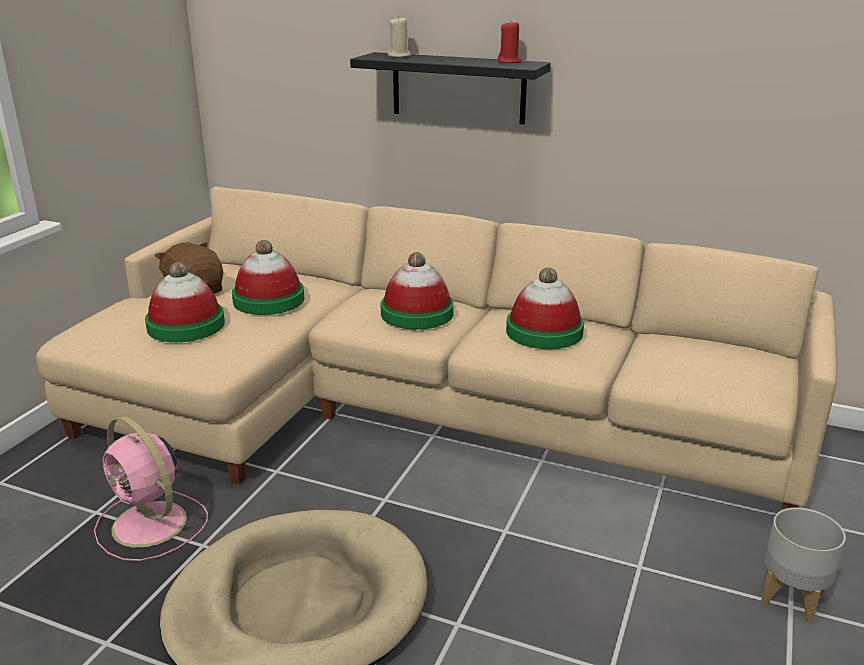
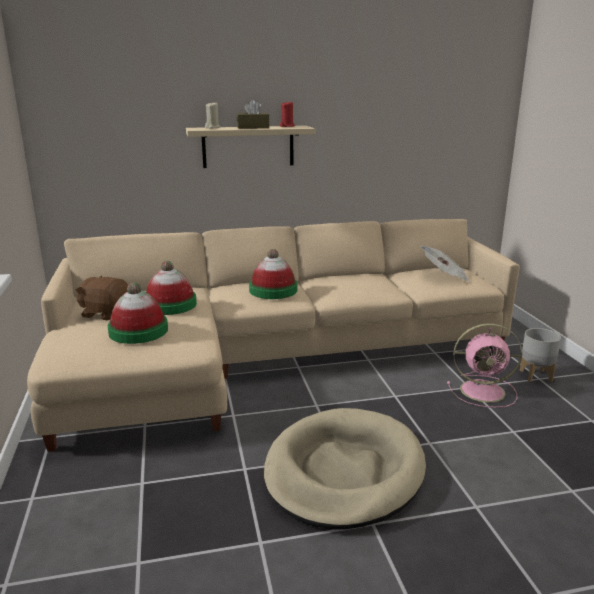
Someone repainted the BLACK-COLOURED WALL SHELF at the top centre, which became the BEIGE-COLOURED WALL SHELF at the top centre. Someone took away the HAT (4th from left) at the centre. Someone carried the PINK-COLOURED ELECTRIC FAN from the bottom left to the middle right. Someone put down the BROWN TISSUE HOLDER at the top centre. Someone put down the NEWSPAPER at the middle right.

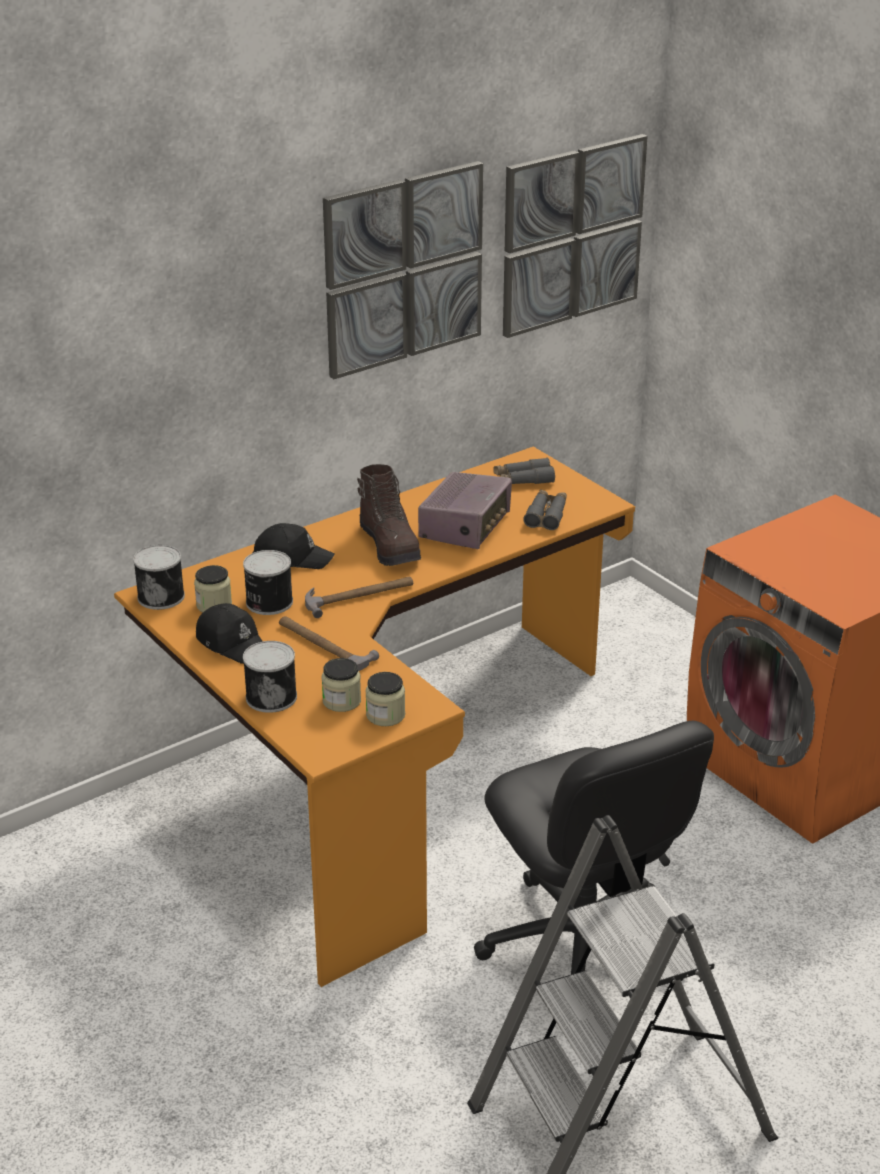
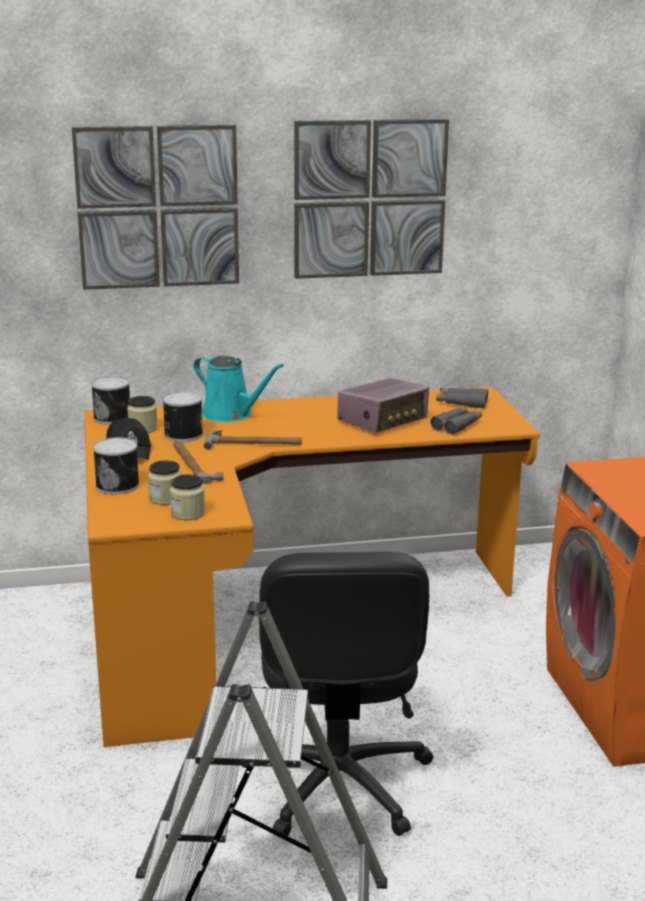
Someone carried the WALL PICTURE (2nd from left in the first image) from the top centre to the top left. Someone took away the BROWN HIGH-TOP BOOT at the centre. Someone swapped the BLACK-COLOURED BASEBALL CAP (2nd from left) at the middle left for the BLUE-GREEN SPRINKLING CAN at the centre.

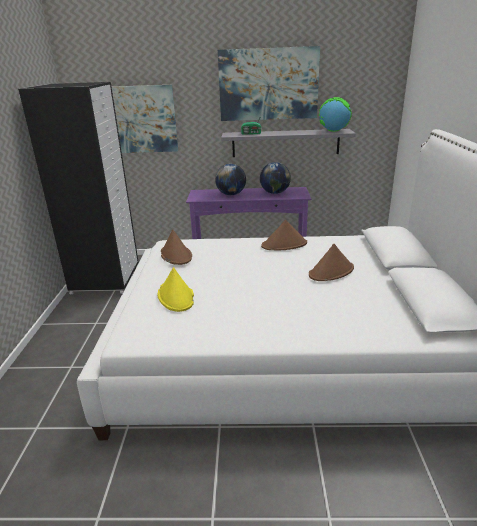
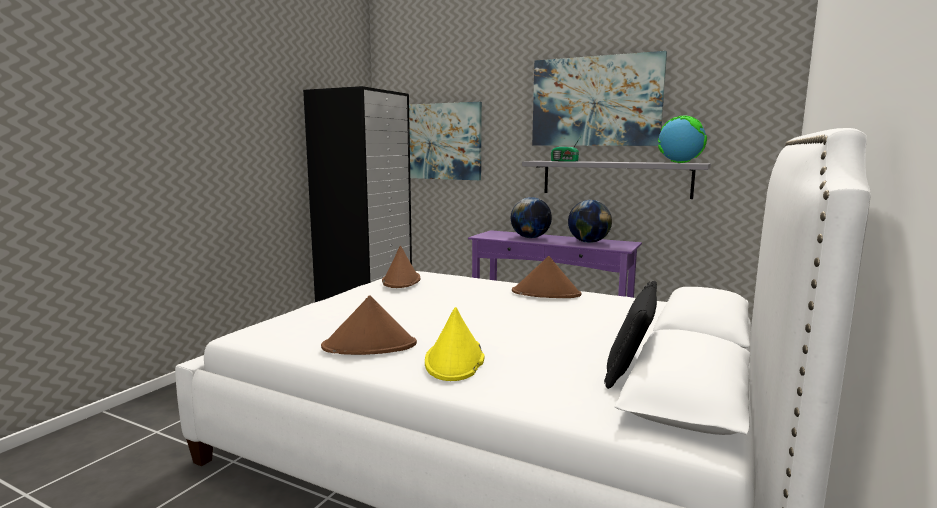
Someone carried the BROWN HAT (3rd from left in the first image) from the middle right to the centre. Someone carried the YELLOW-COLOURED HAT from the centre to the bottom centre. Someone put down the BLACK-COLOURED CUSHION at the middle right.

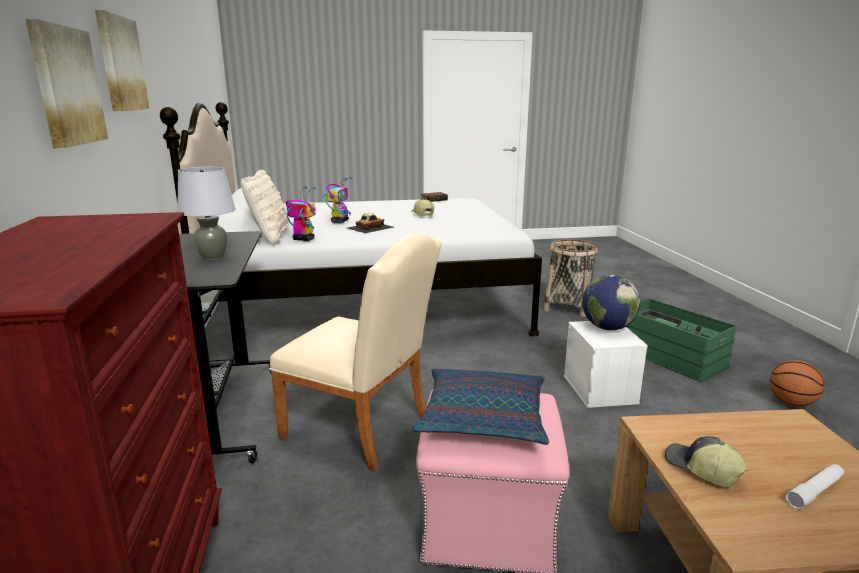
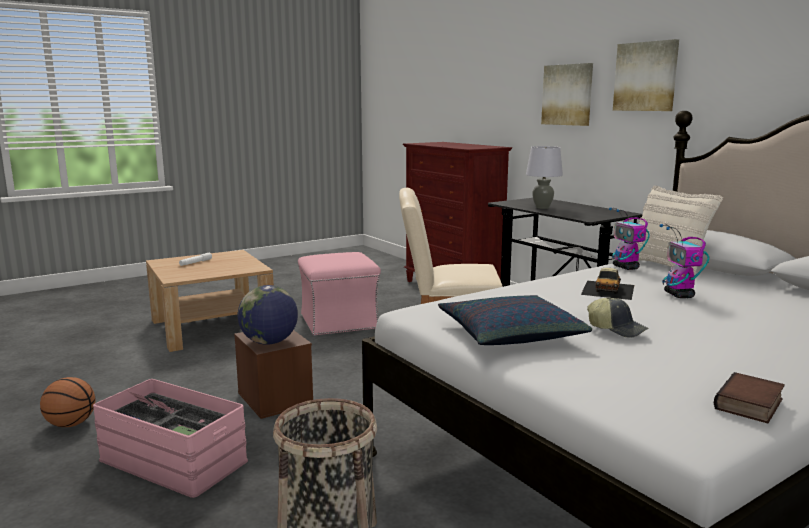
Someone rotated the ROBOT FIGURE (1st from left) at the centre by 75 degrees clockwise. Someone repainted the GREEN STORAGE CONTAINER at the middle right, which became the PINK-COLOURED STORAGE CONTAINER at the bottom left. Someone repainted the WHITISH STORAGE CONTAINER at the middle right, which became the BROWN STORAGE CONTAINER at the bottom centre. Someone carried the BLUISH CUSHION from the bottom centre to the centre. Someone took away the BASEBALL CAP (2nd from left) at the bottom right.

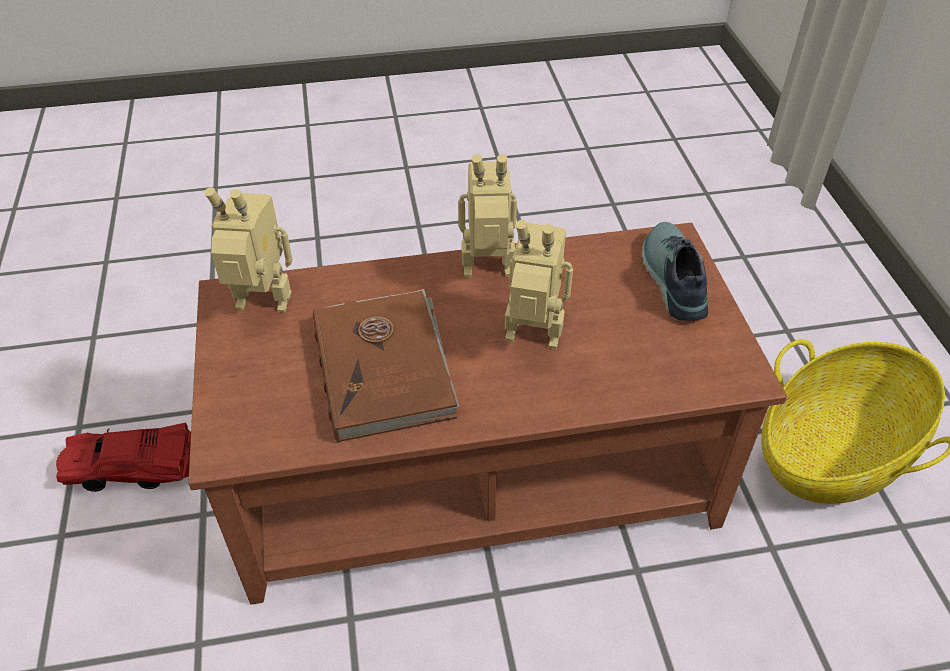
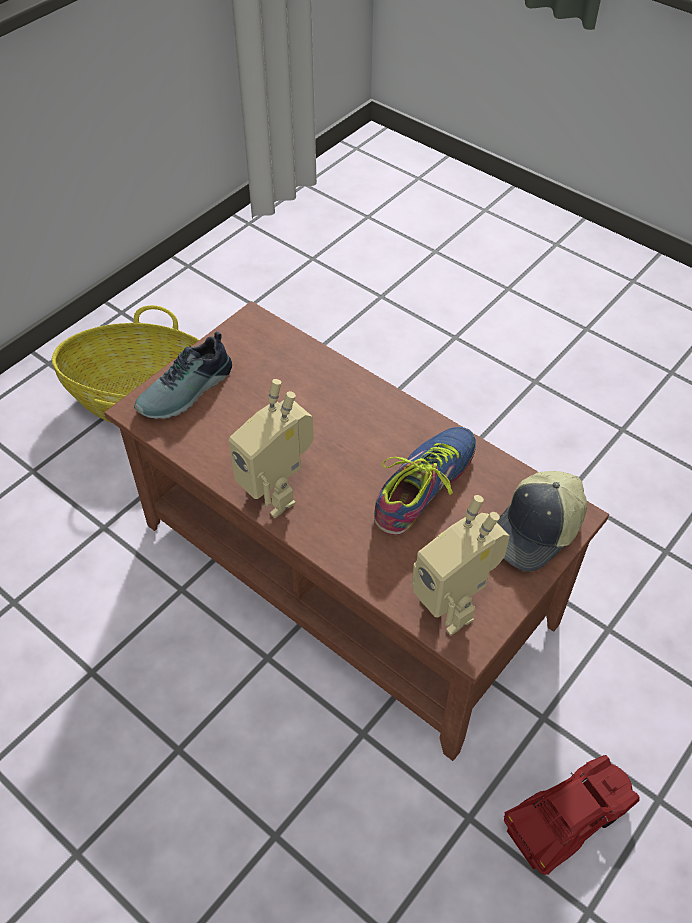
Someone took away the ROBOT FIGURE (3rd from left) at the centre. Someone swapped the BROWN BOOK at the centre for the SHOE (2nd from left) at the centre. Someone rotated the RED MODEL CAR at the bottom left by 75 degrees counterclockwise. Someone put down the BASEBALL CAP at the middle right.

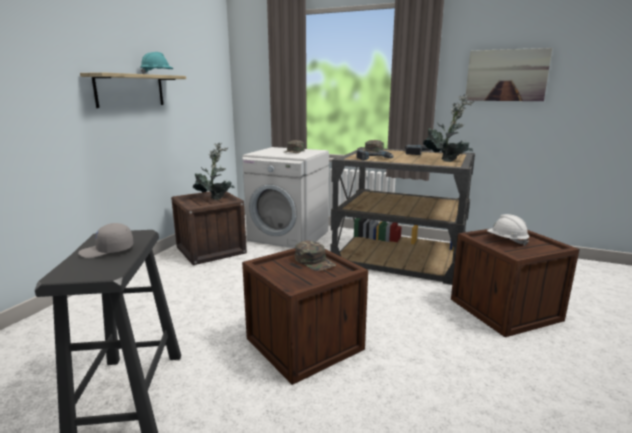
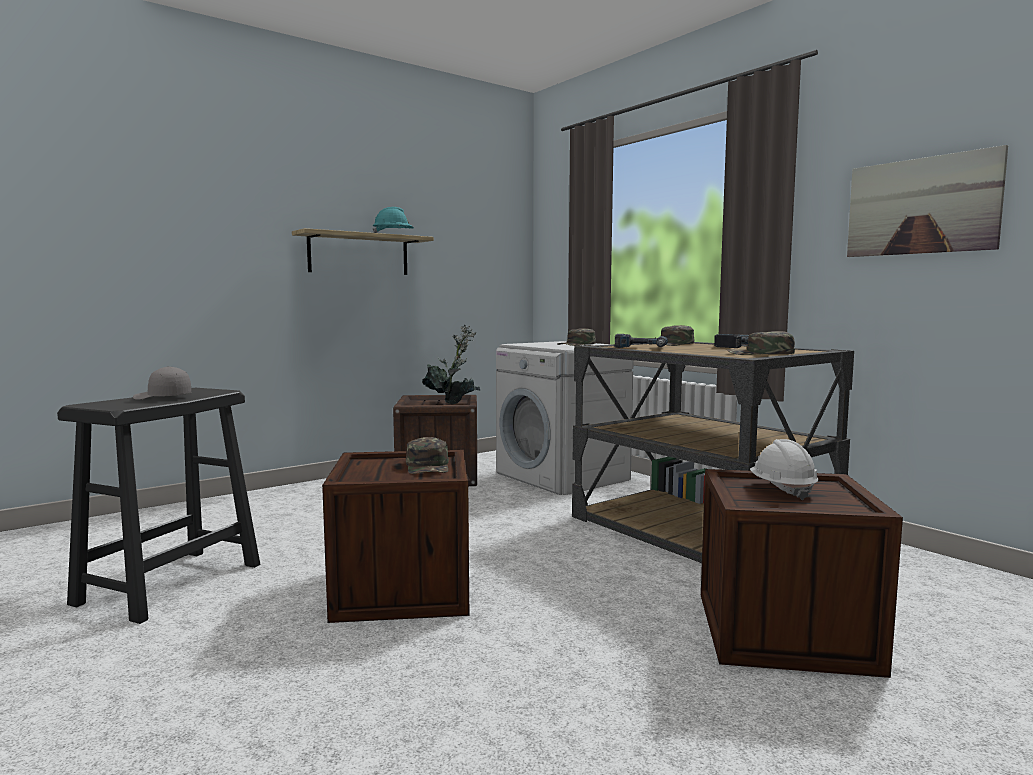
Someone swapped the PLANT IN A POT (2nd from left) at the top right for the GREEN BASEBALL CAP (4th from left) at the middle right.

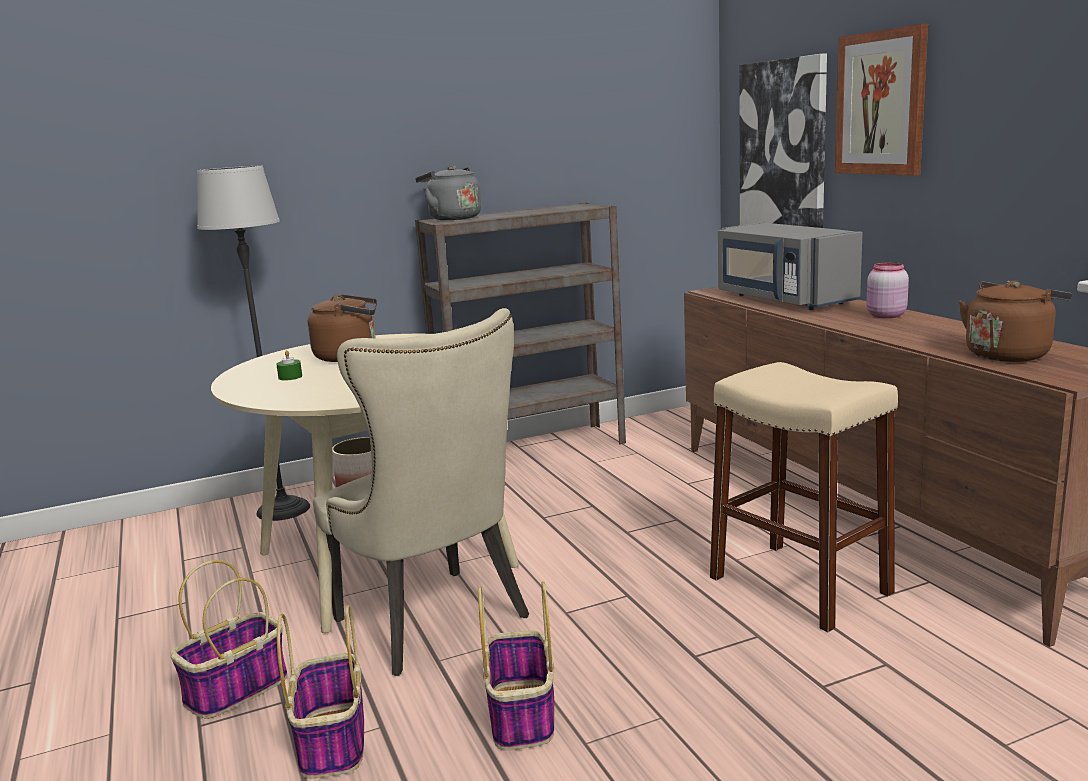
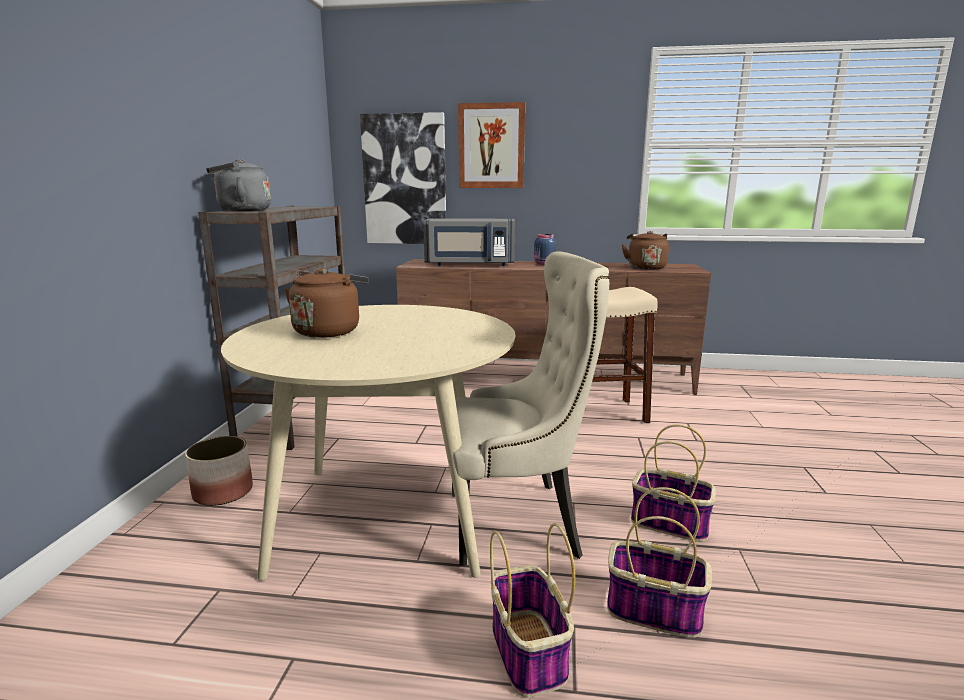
Someone took away the STANDARD LAMP at the middle left. Someone repainted the PINK-COLOURED PRESERVE JAR at the middle right, which became the BLUISH PRESERVE JAR at the centre. Someone took away the GREEN WAX CANDLE at the middle left.

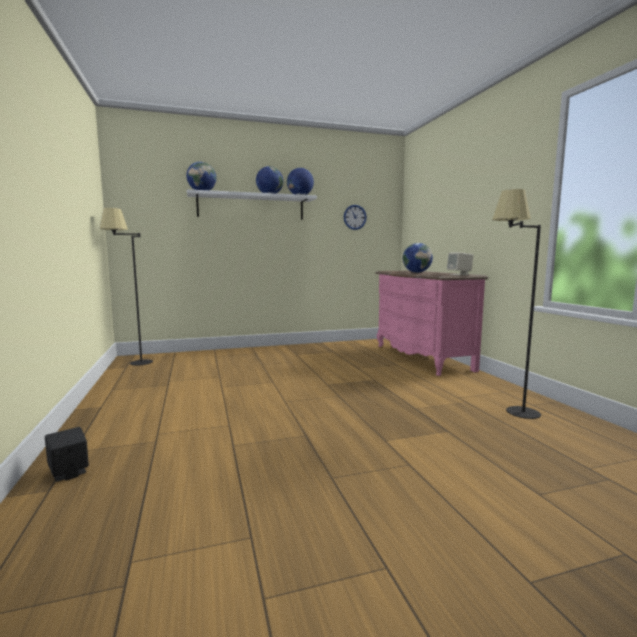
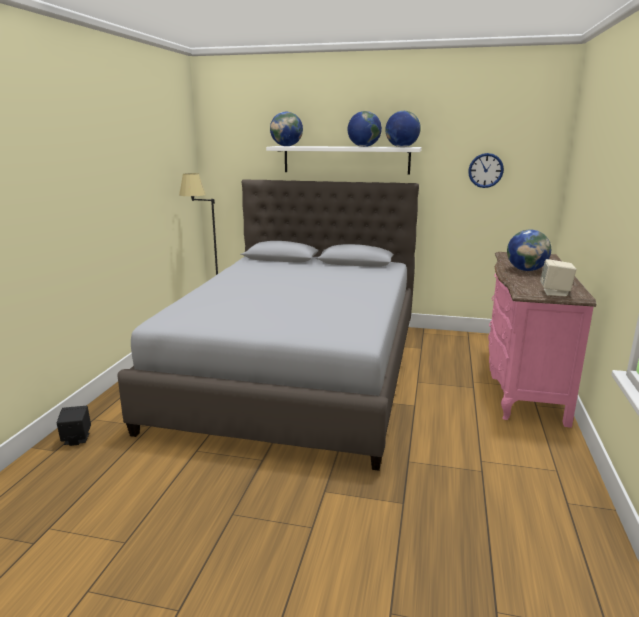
Someone took away the BLACK-COLOURED STANDARD LAMP (2nd from left) at the middle right. Someone put down the GRAY BEDROOM BED at the centre.

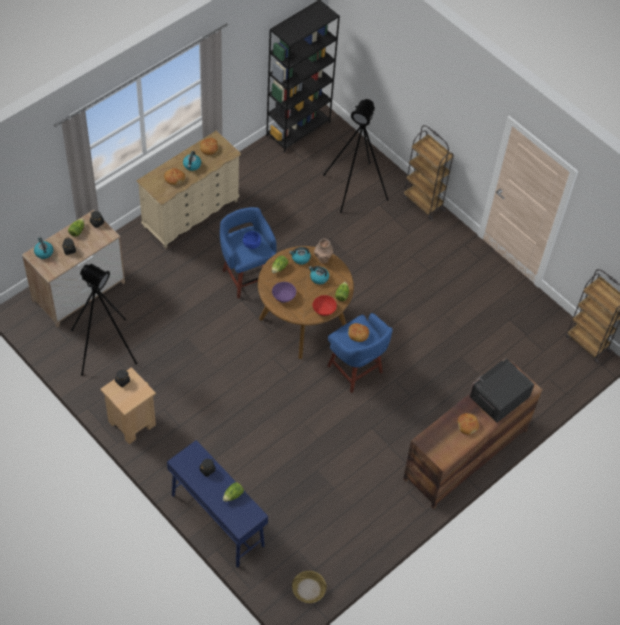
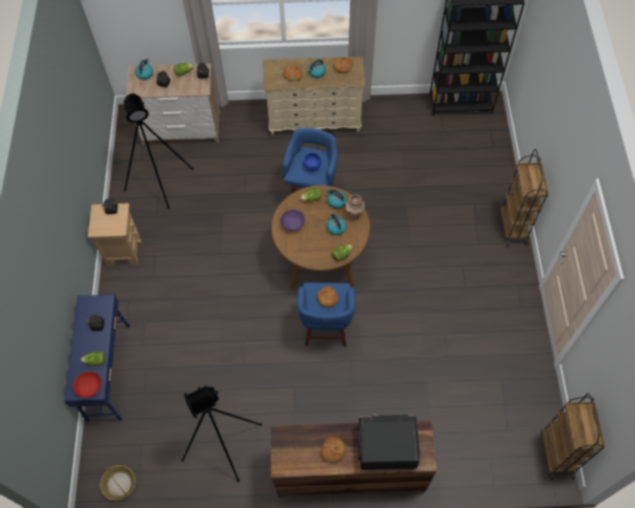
Someone carried the BLACK-COLOURED STANDARD LAMP (2nd from left) from the top centre to the bottom centre. Someone carried the RED SERVING BOWL from the centre to the bottom left.

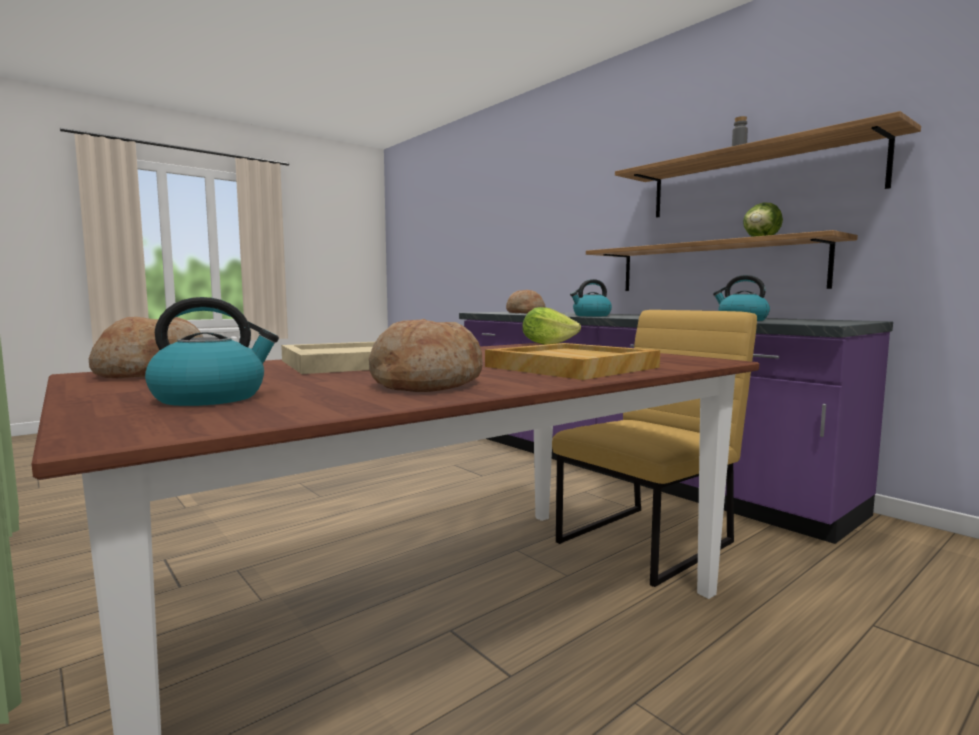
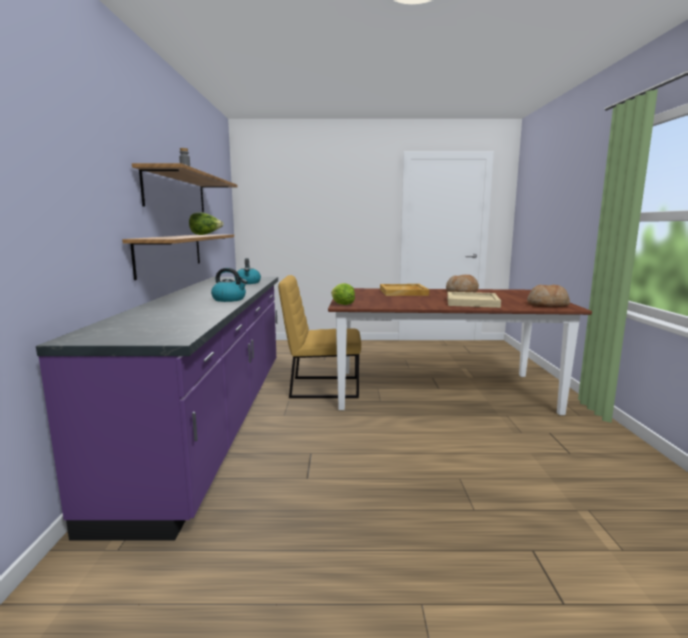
Someone took away the BAKERY BREAD (3rd from left) at the centre. Someone took away the WATER KETTLE (1st from left) at the middle left.

